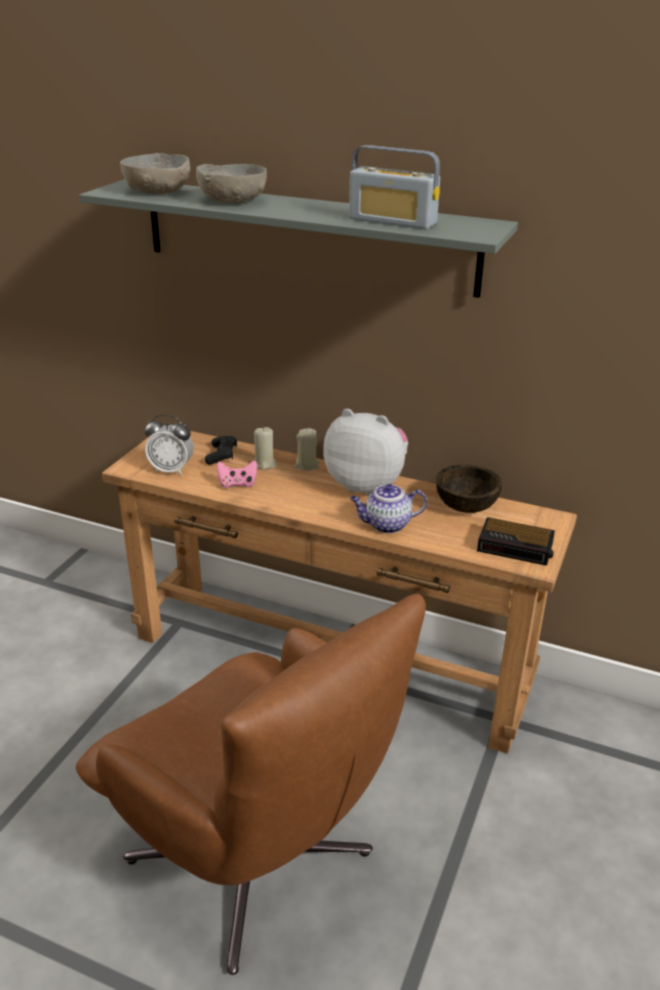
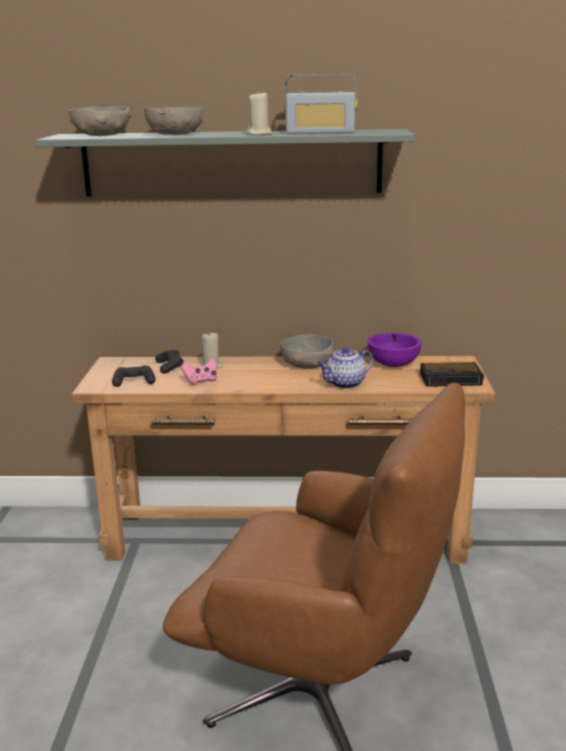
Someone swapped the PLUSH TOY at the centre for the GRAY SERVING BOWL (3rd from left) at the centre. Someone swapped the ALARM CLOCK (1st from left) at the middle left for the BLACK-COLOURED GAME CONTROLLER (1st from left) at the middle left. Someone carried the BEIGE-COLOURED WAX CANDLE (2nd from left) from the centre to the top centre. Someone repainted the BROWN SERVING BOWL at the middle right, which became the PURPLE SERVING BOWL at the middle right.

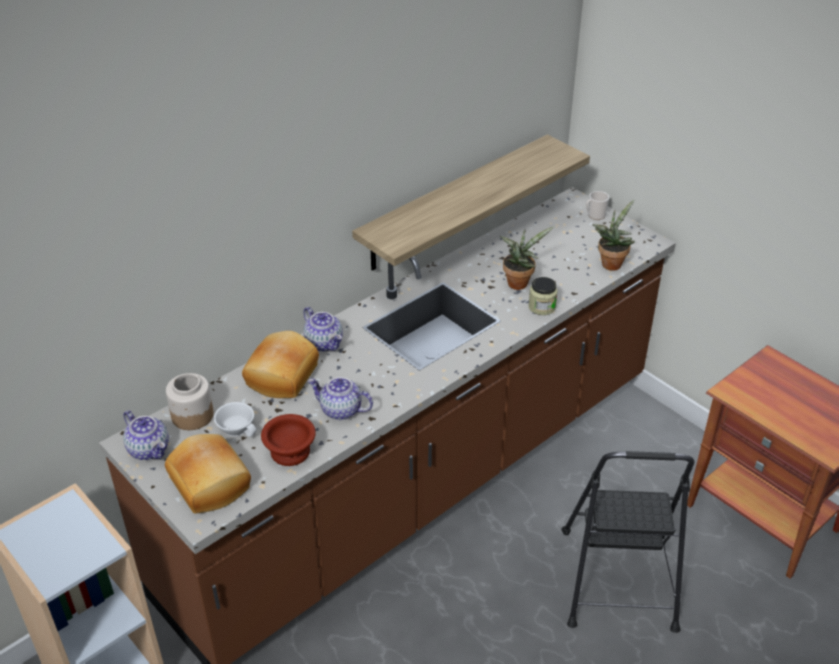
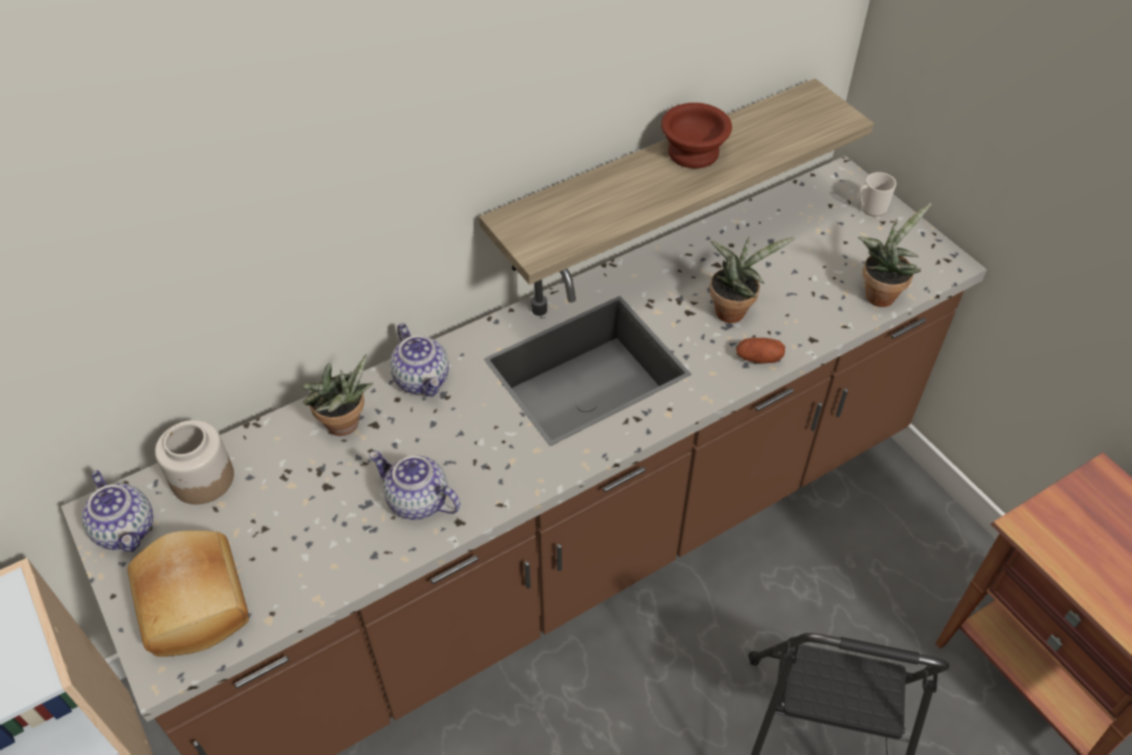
Someone swapped the PRESERVE JAR (2nd from left) at the centre for the POTATO at the middle right. Someone swapped the BAKERY BREAD (2nd from left) at the centre for the PLANT IN A POT (1st from left) at the middle left. Someone took away the WHITISH DRINKING CUP at the middle left. Someone carried the BROWN SERVING BOWL from the centre to the top centre.

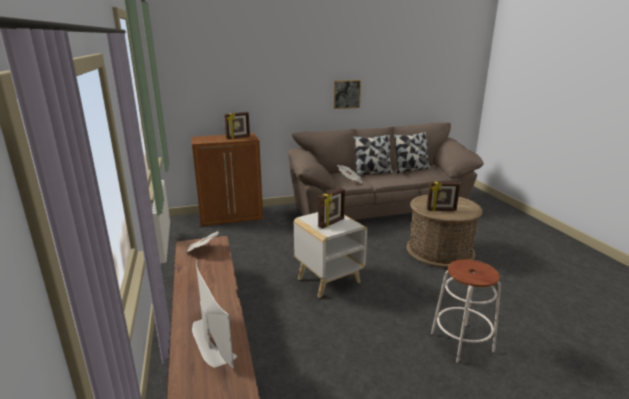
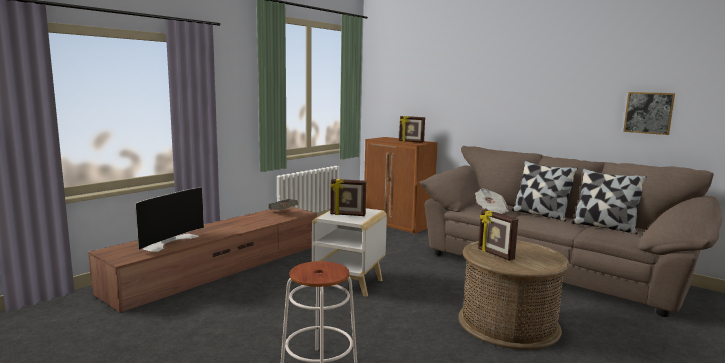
Someone carried the WALL PICTURE from the top centre to the top right.

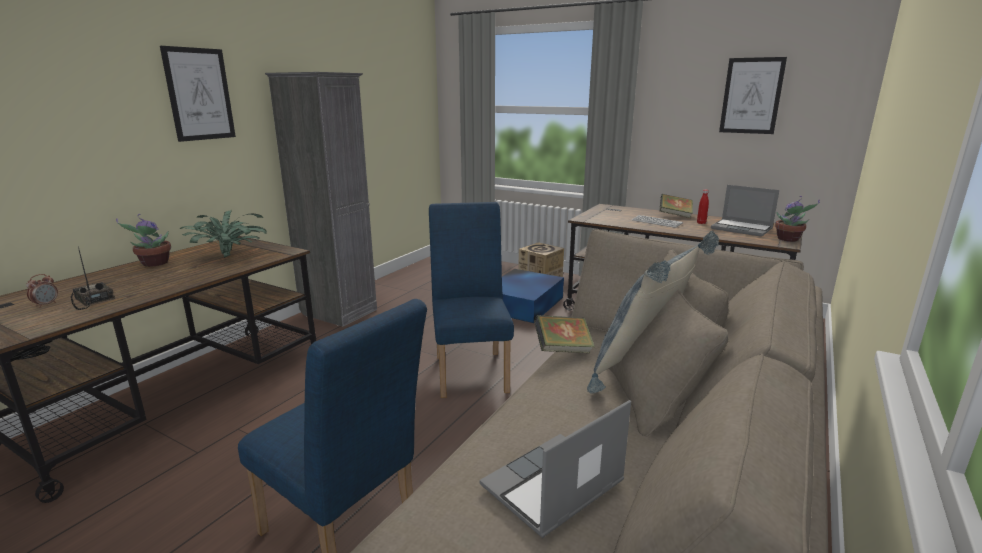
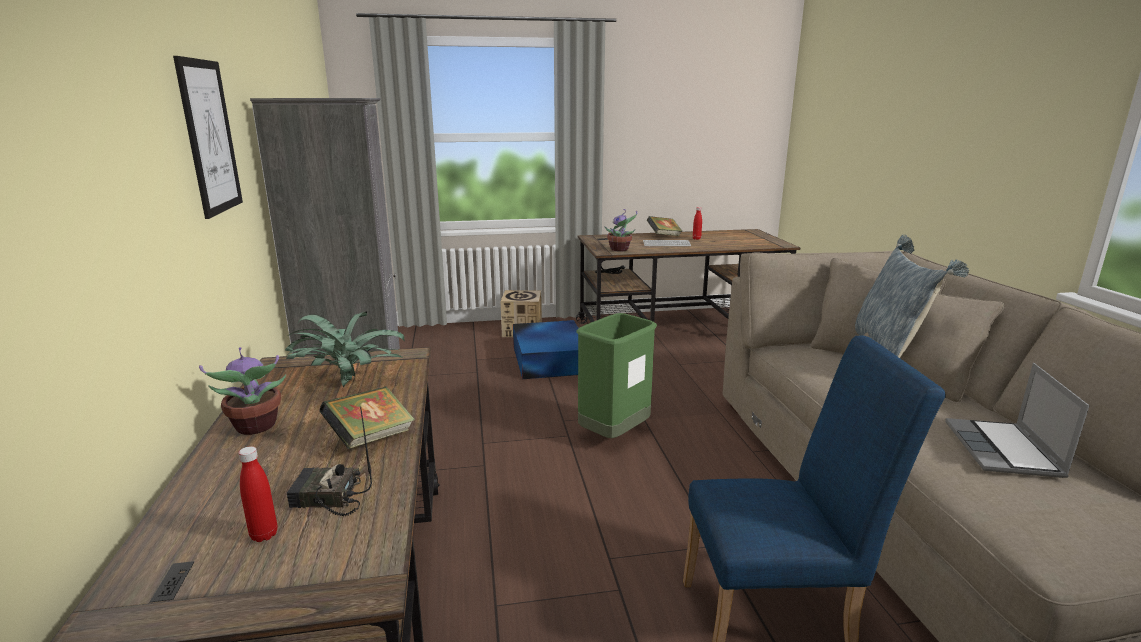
Someone took away the WALL PICTURE (2nd from left) at the top right. Someone took away the NOTEBOOK COMPUTER (2nd from left) at the middle right. Someone carried the PLANT IN A POT (3rd from left) from the middle right to the centre. Someone swapped the BLUISH CHAIR (2nd from left) at the centre for the GREEN WASTE BIN at the centre. Someone swapped the ALARM CLOCK at the middle left for the RED DRINK BOTTLE (1st from left) at the bottom left. Someone carried the BOOK (1st from left) from the centre to the middle left.

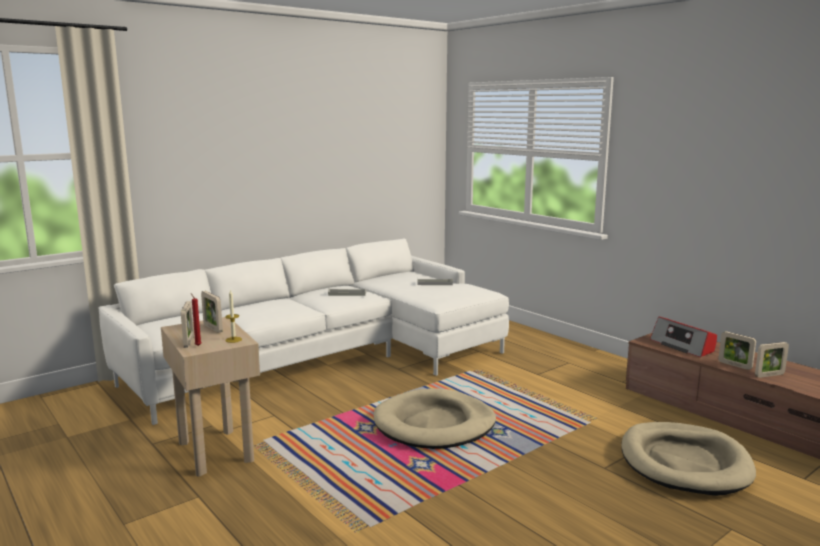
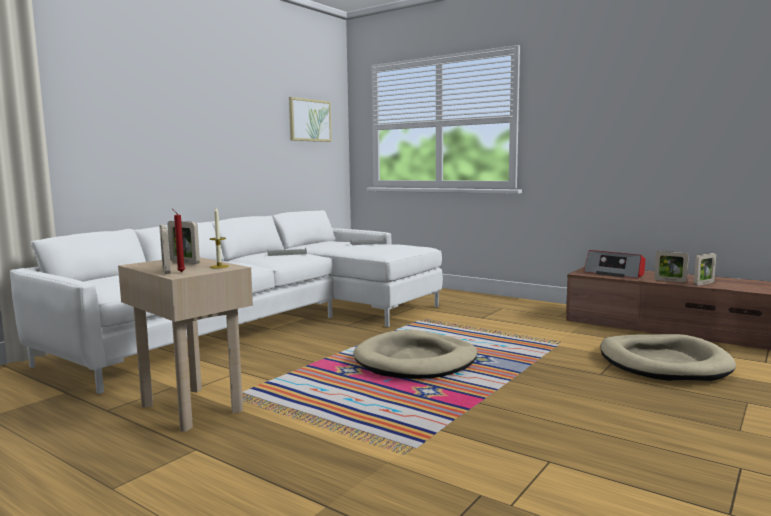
Someone put up the WALL PICTURE at the top centre.

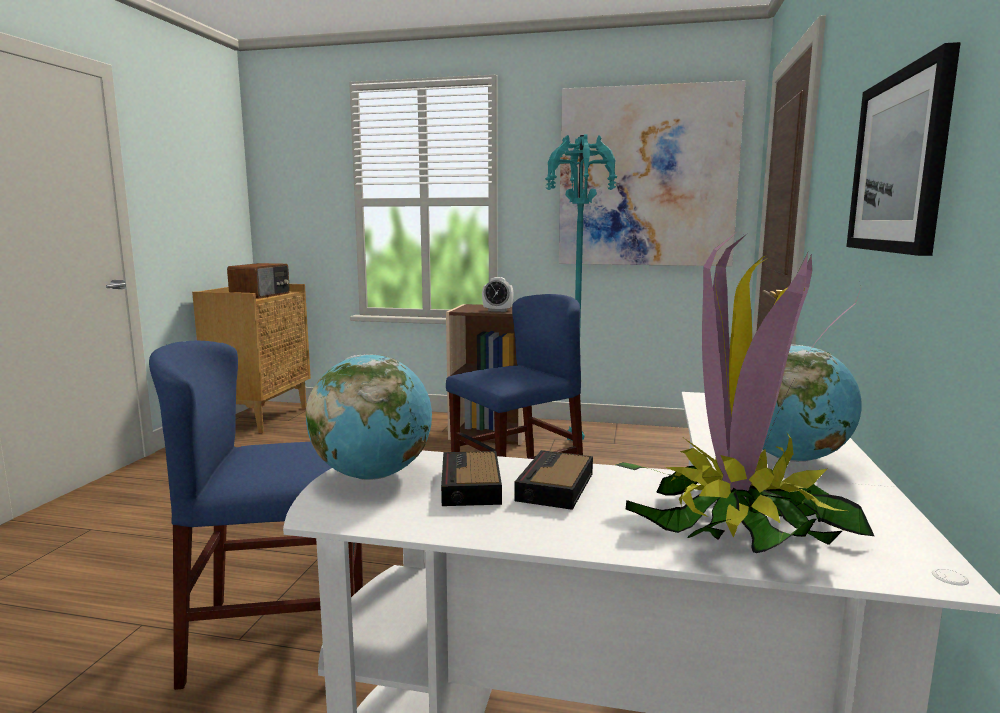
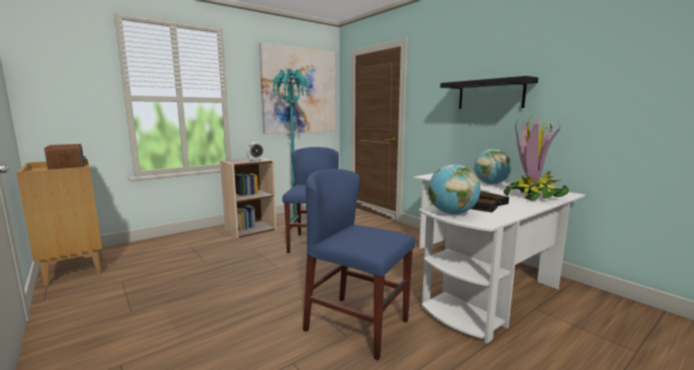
Someone swapped the WALL PICTURE (2nd from left) at the top right for the BLACK-COLOURED WALL SHELF at the top right. Someone rotated the BLUISH CHAIR (1st from left in the first image) at the bottom left by 90 degrees clockwise.

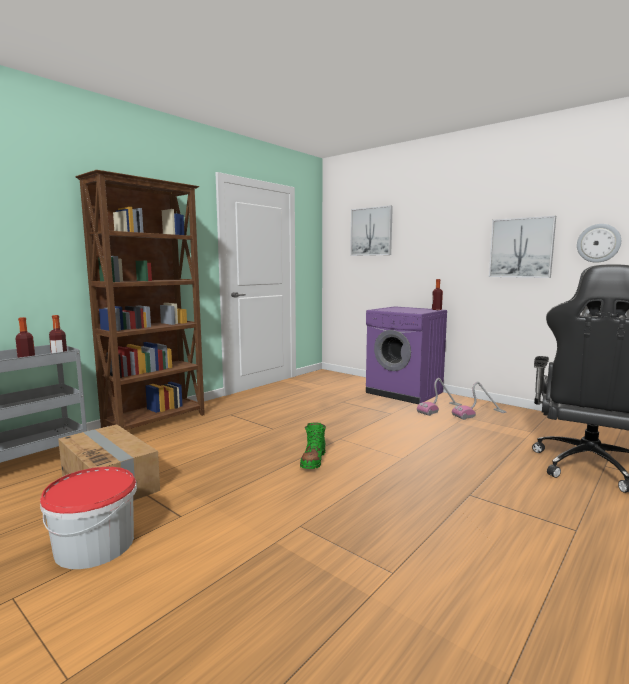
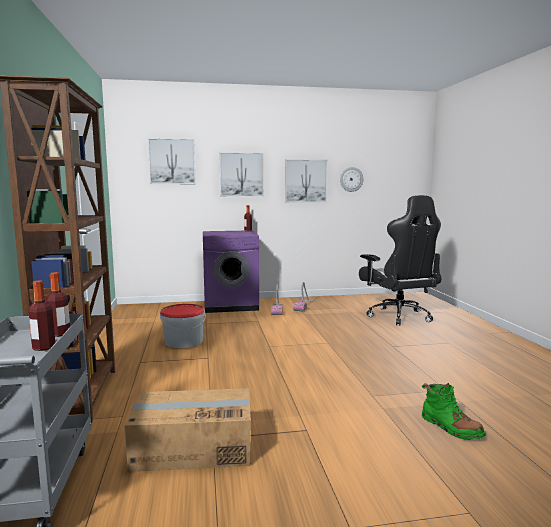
Someone carried the GREEN HIGH-TOP BOOT from the centre to the bottom right. Someone carried the BUCKET from the bottom left to the middle left. Someone put up the WALL PICTURE (2nd from left) at the top centre.

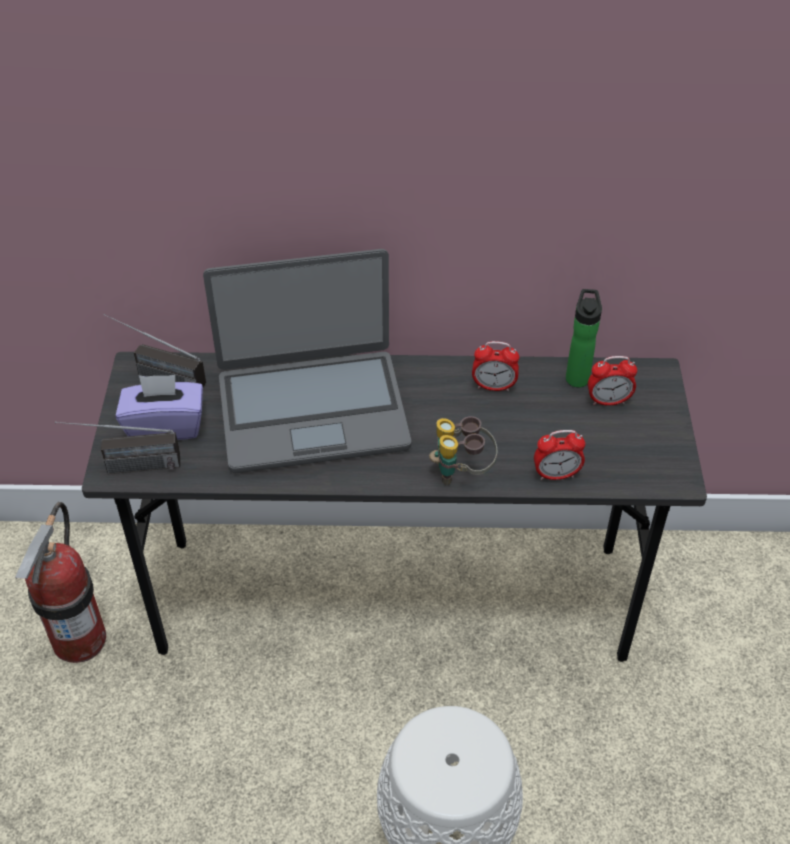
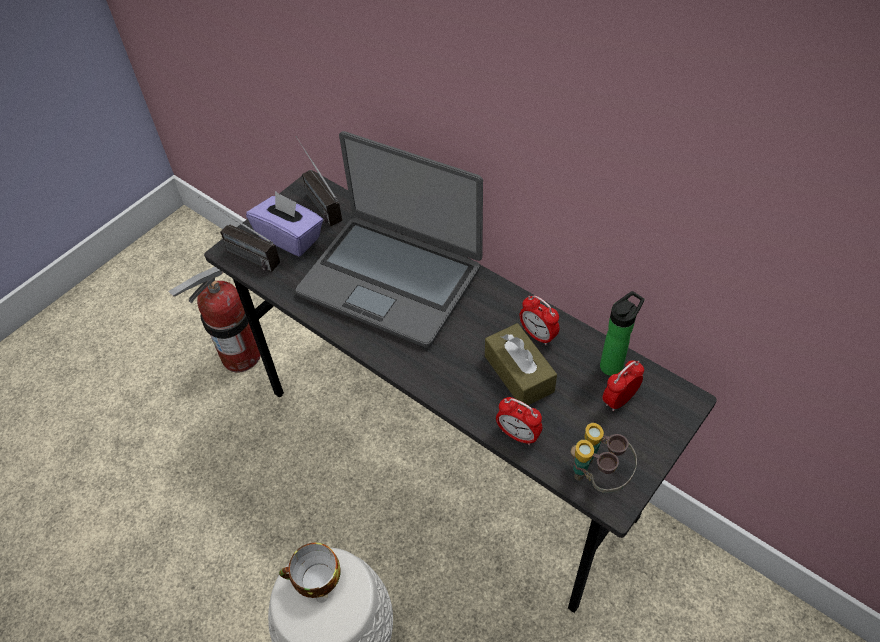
Someone rotated the ALARM CLOCK (3rd from left) at the middle right by 105 degrees clockwise. Someone carried the BINOCULARS from the centre to the bottom right. Someone put down the BROWN TISSUE HOLDER at the centre. Someone put down the DRINKING CUP at the bottom centre.

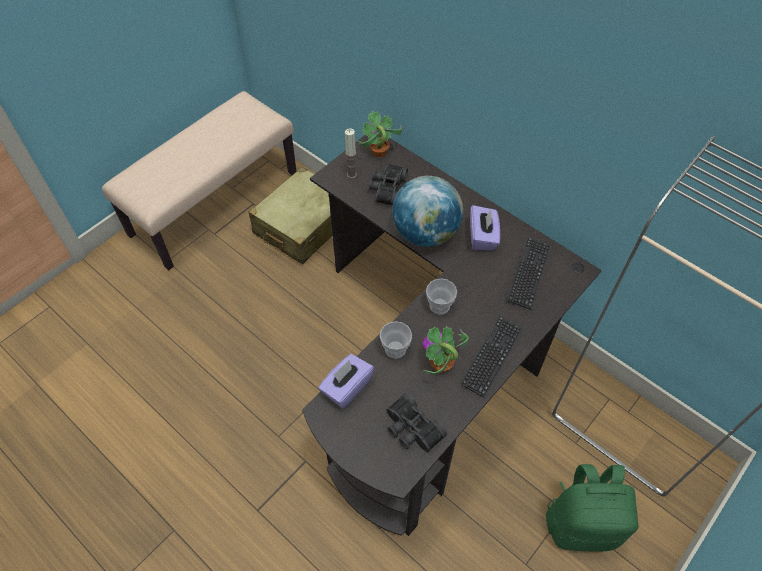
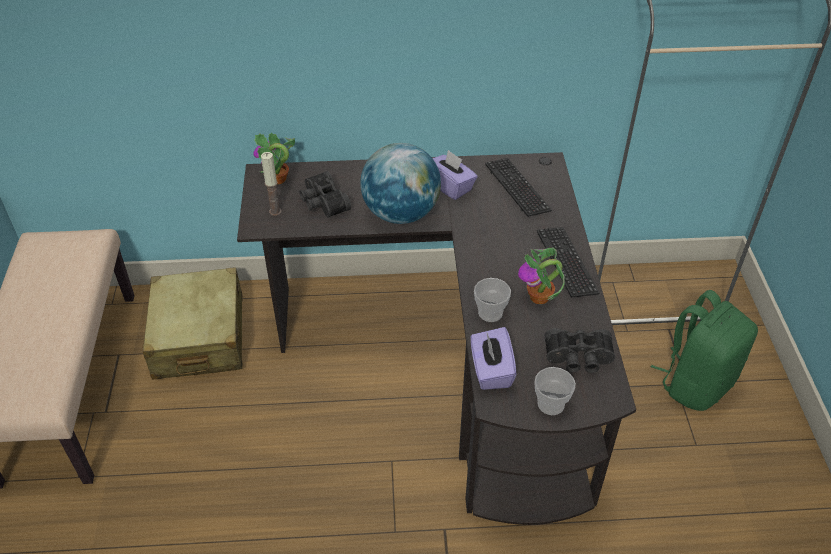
Someone carried the DRINKING CUP (2nd from left) from the centre to the bottom right.

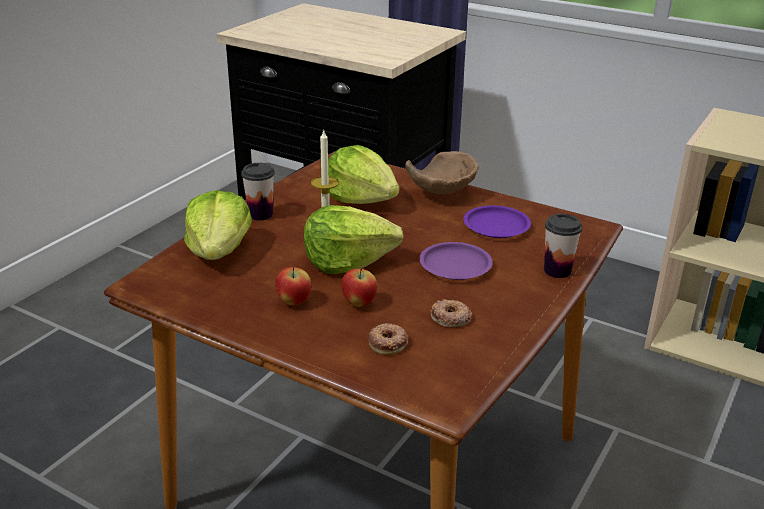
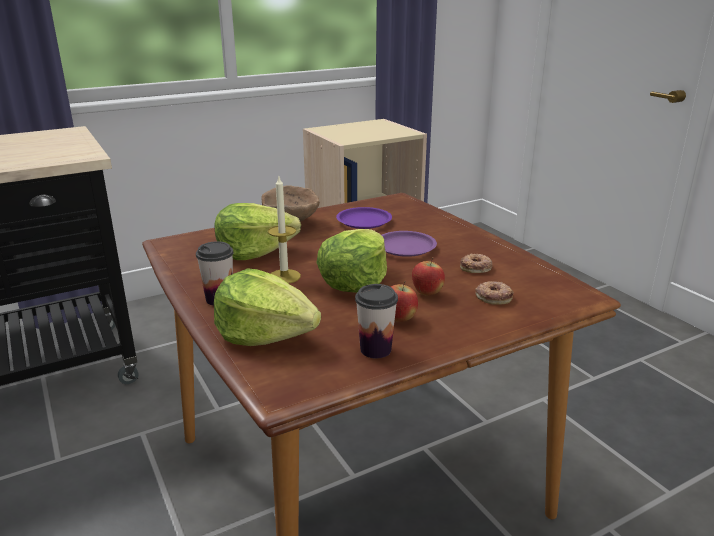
Someone carried the DRINKING CUP (2nd from left) from the middle right to the centre.

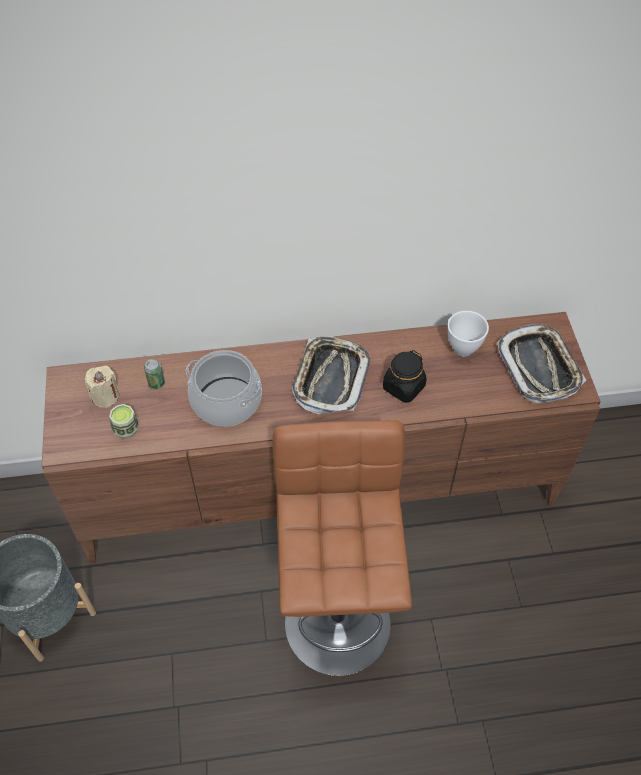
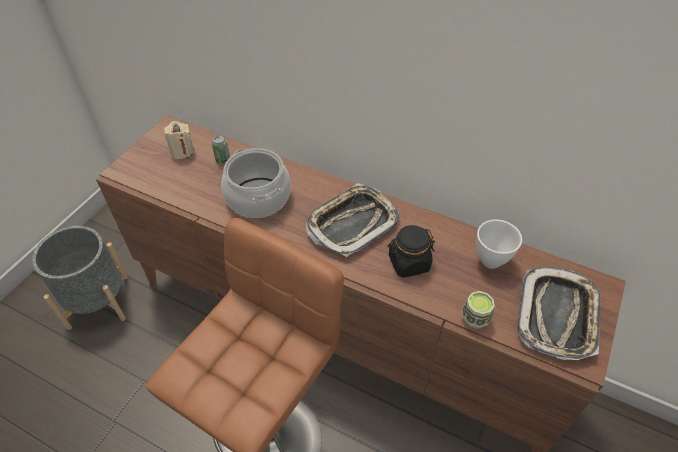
Someone carried the DRINKING CUP from the middle left to the bottom right.

